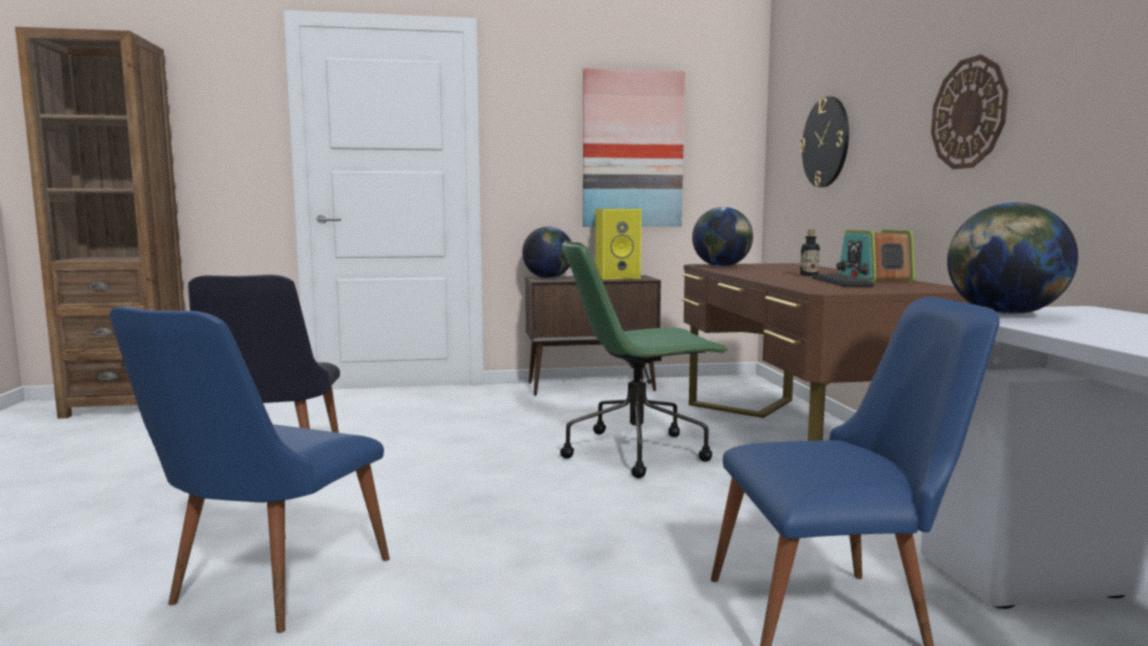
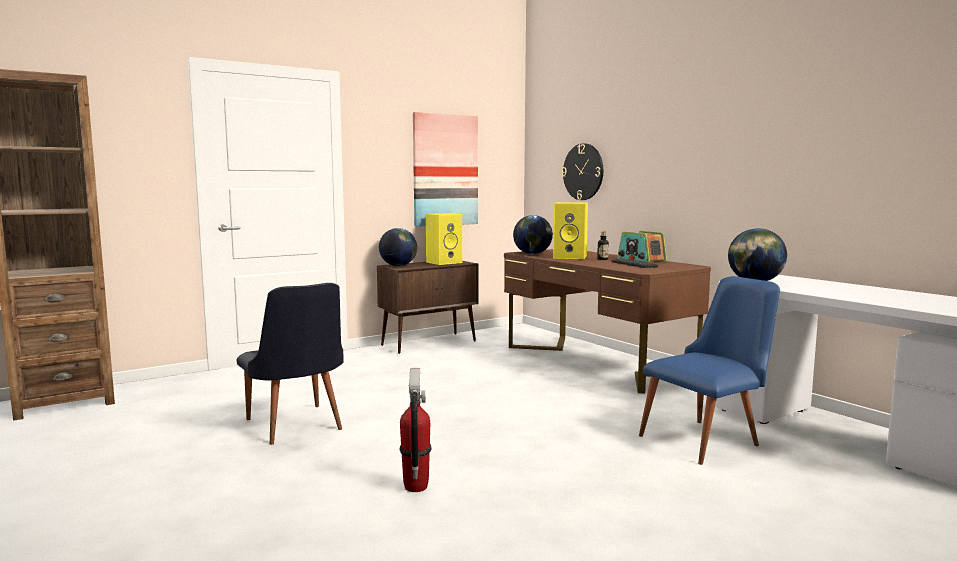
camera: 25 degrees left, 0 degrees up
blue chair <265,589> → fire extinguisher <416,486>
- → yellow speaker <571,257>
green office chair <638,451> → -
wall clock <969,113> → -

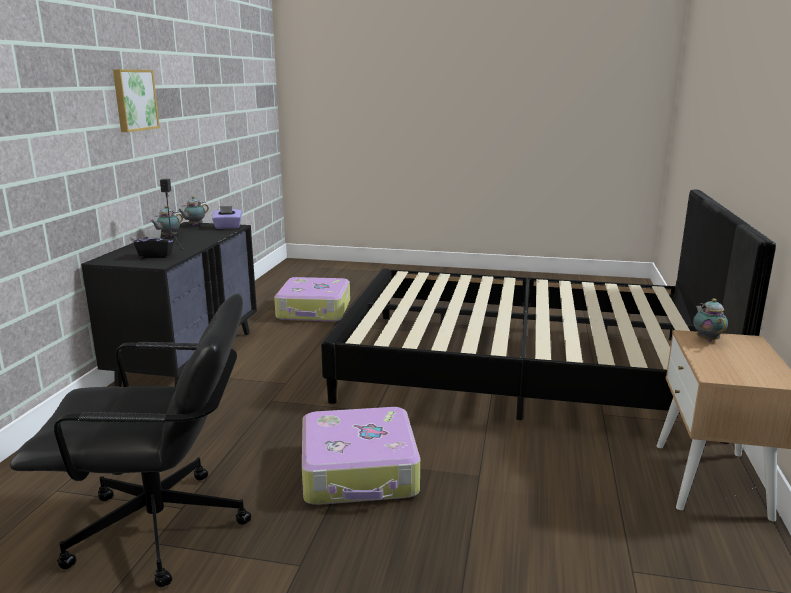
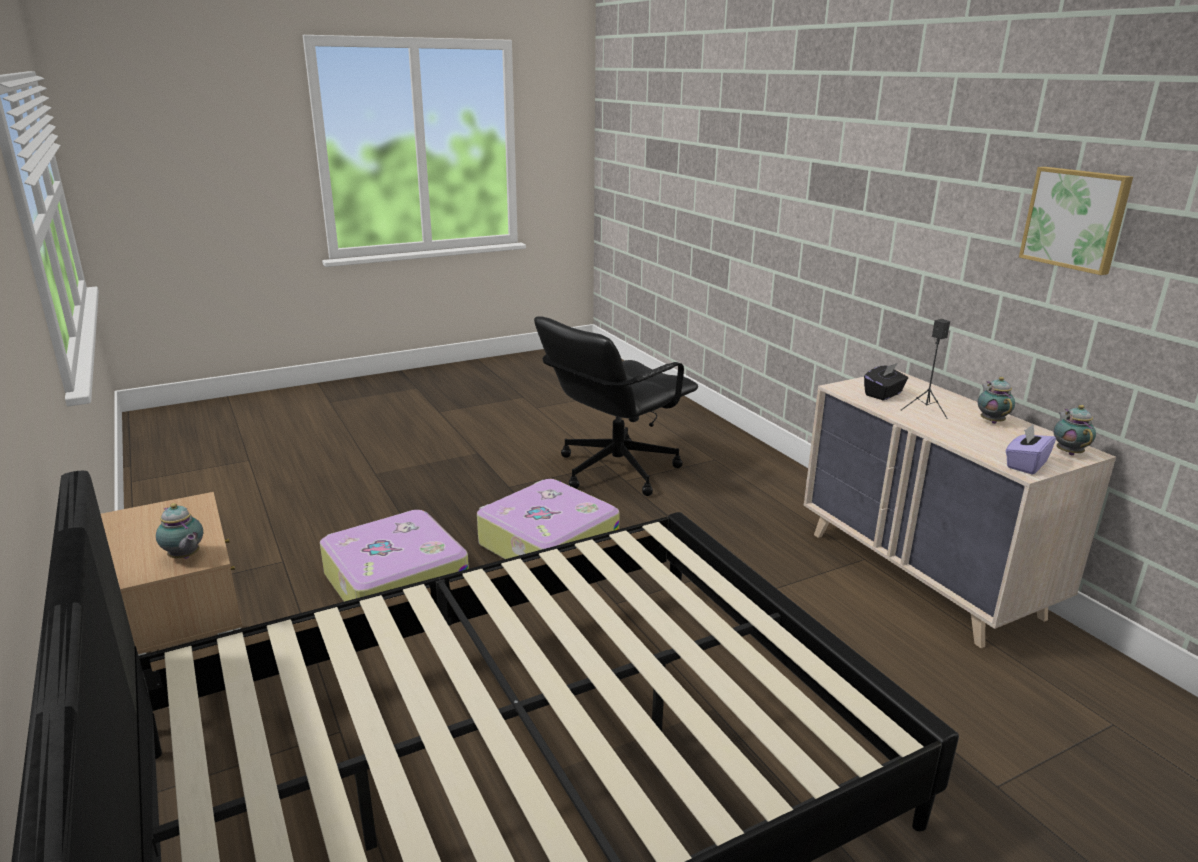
camera: 140 degrees right, 5 degrees up
suitcase <314,310> → suitcase <394,581>, shifted
black dresser <188,358> → beige dresser <923,574>

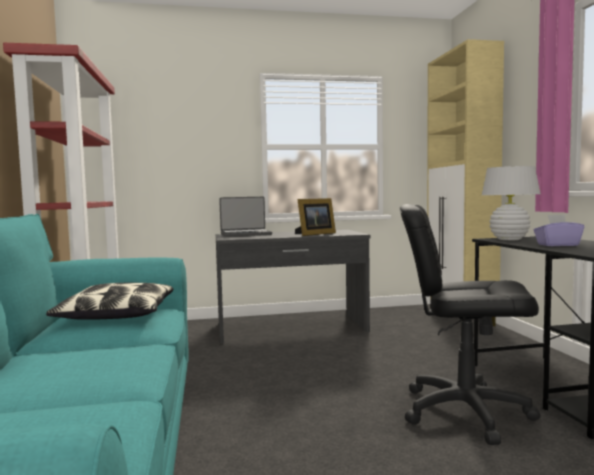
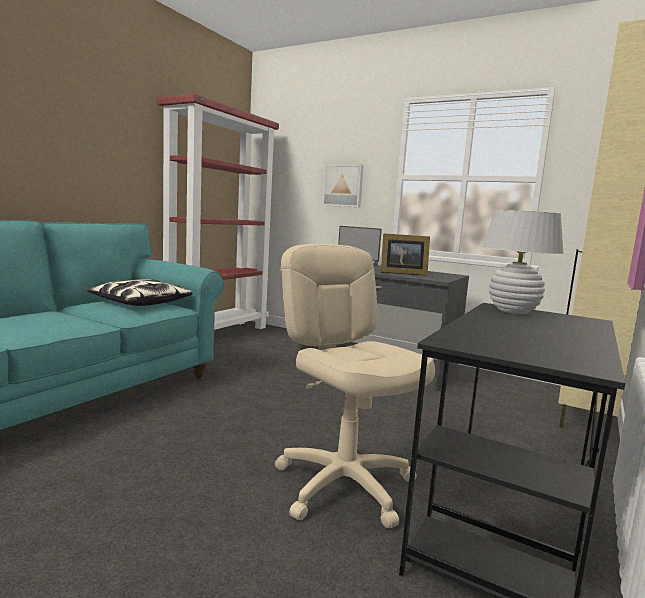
camera: 40 degrees right, 5 degrees up
black office chair <465,411> → beige office chair <344,485>
- → picture <343,186>
purple tissue box <557,245> → -

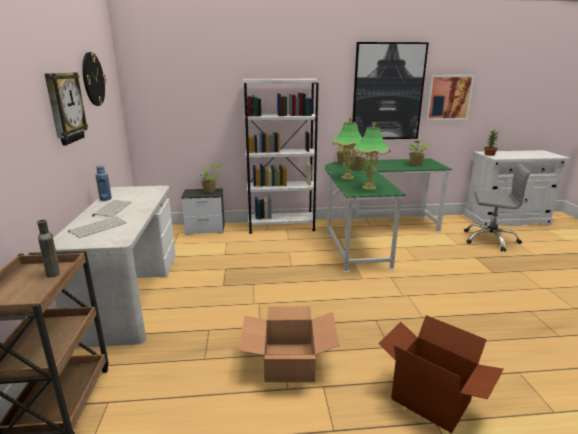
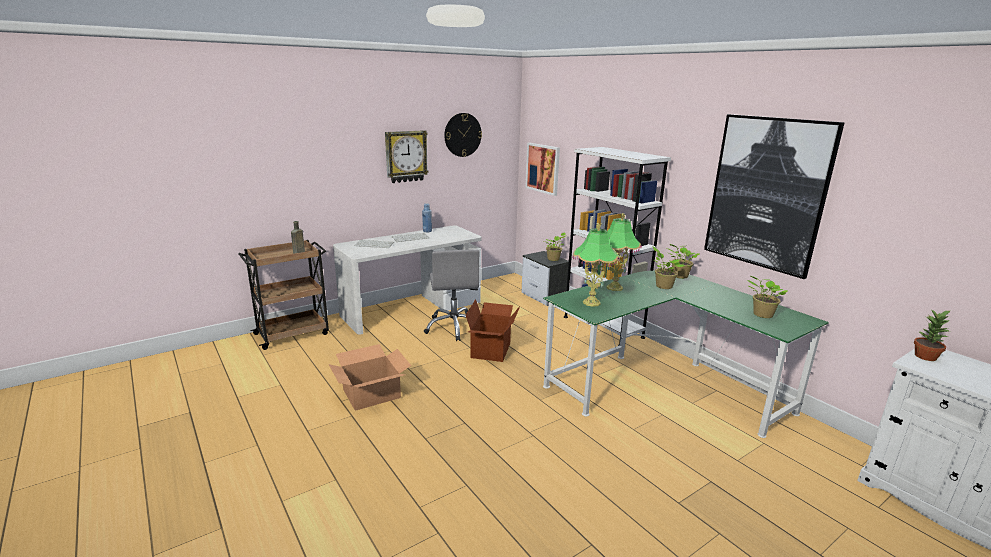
camera: 60 degrees right, 0 degrees up
grey office chair <490,239> → grey office chair <454,327>, shifted
cardboard box <431,399> → cardboard box <491,350>, shifted
picture <448,97> → picture <543,168>, shifted

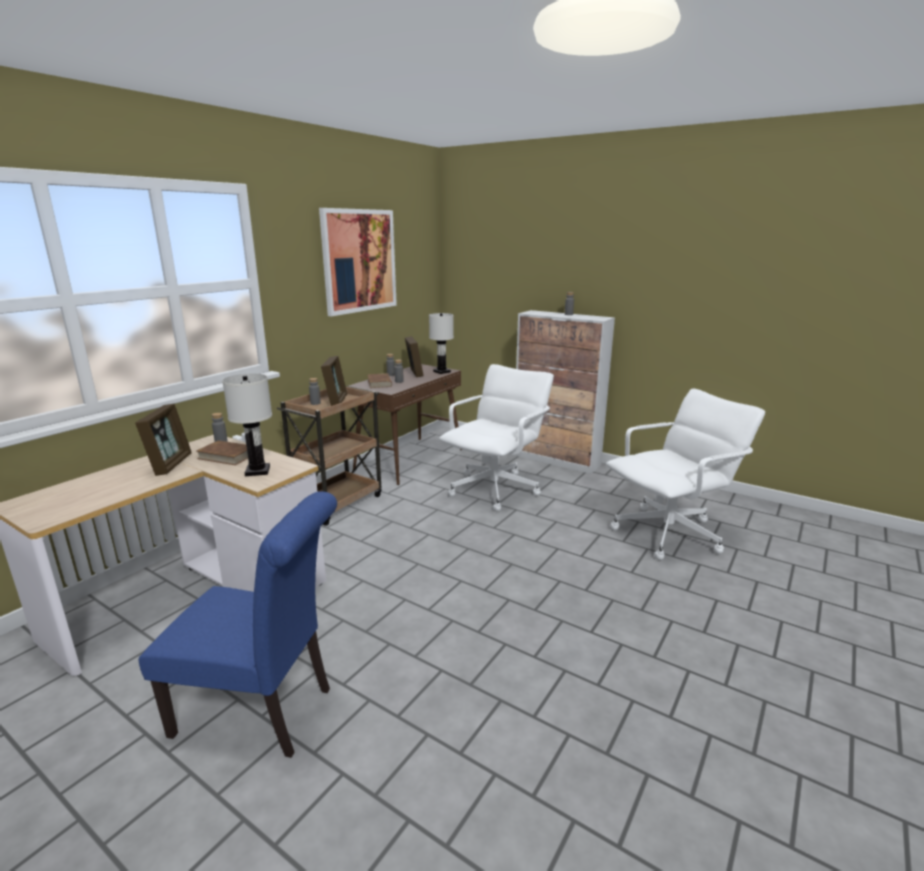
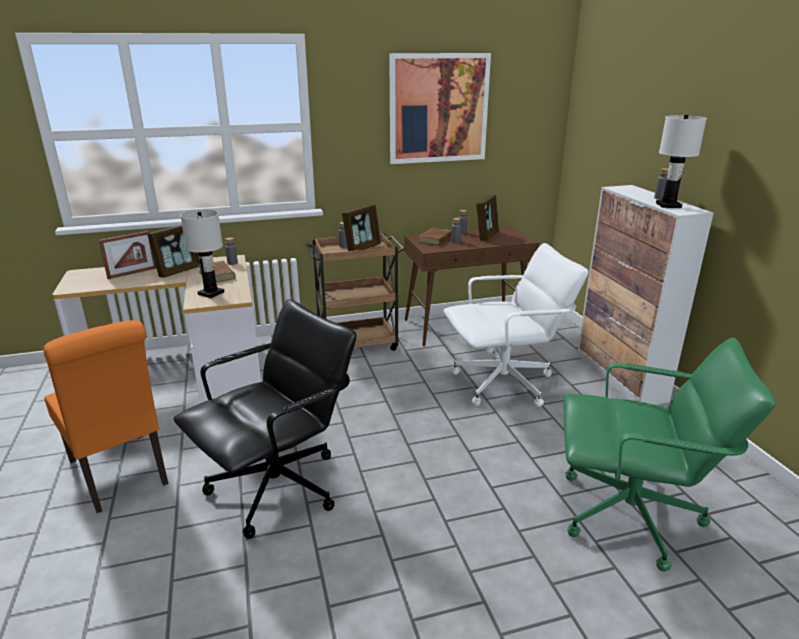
camera: 40 degrees right, 5 degrees up
blue chair <262,712> → orange chair <121,475>
- → picture frame <132,273>
- → black office chair <278,487>
white office chair <669,534> → green office chair <631,516>
white table lamp <441,371> → white table lamp <668,205>, shifted

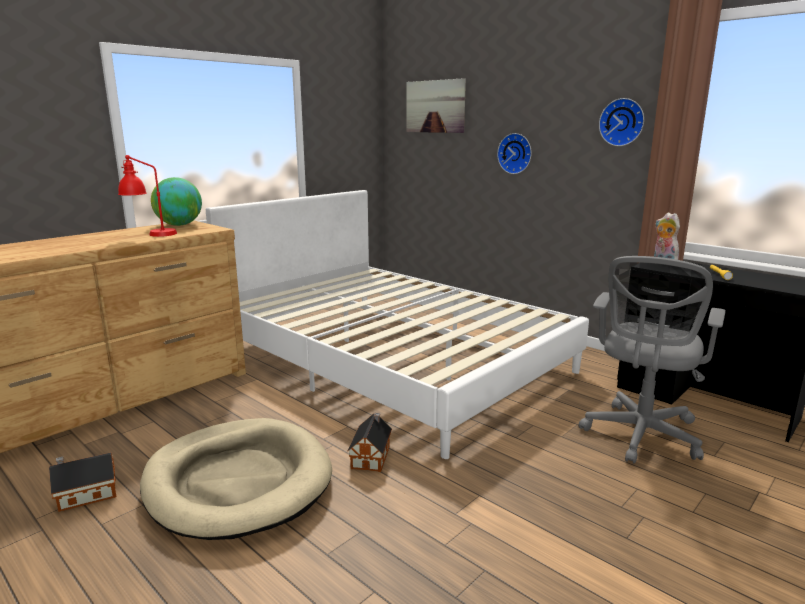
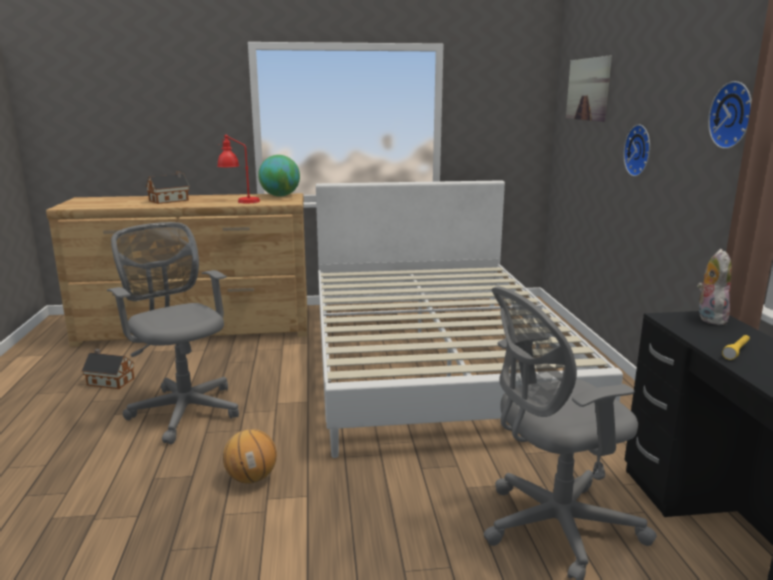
camera: 40 degrees right, 0 degrees up
beige dog bed <238,482> → grey office chair <184,409>
toy house <371,456> → toy house <170,200>, shifted
- → basketball <251,478>

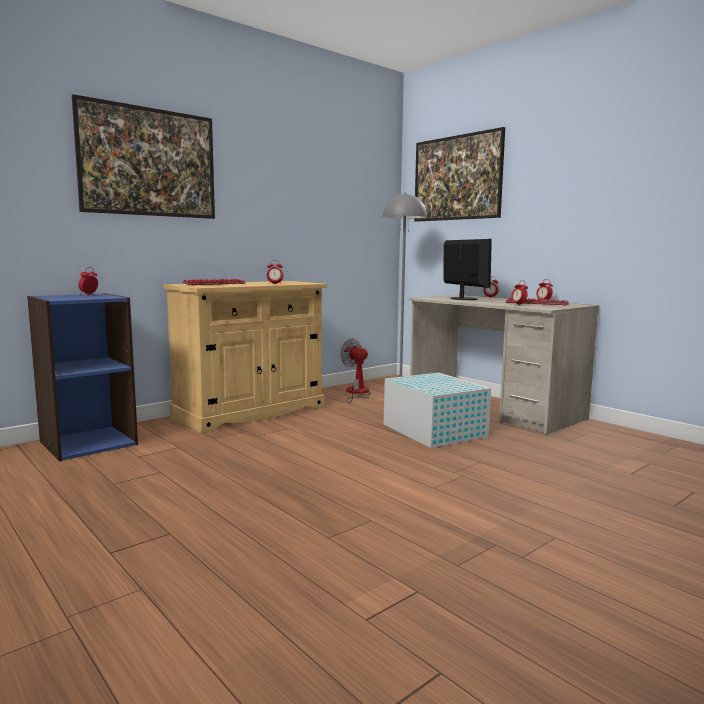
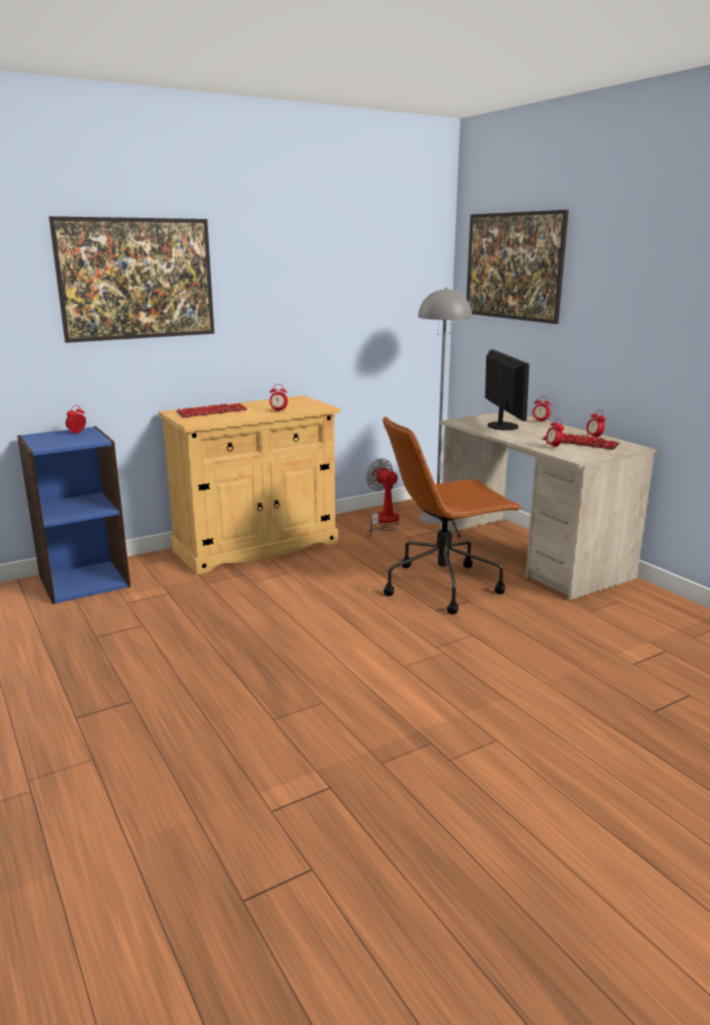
camera: 10 degrees right, 10 degrees up
white storage box <433,430> → brown office chair <443,585>

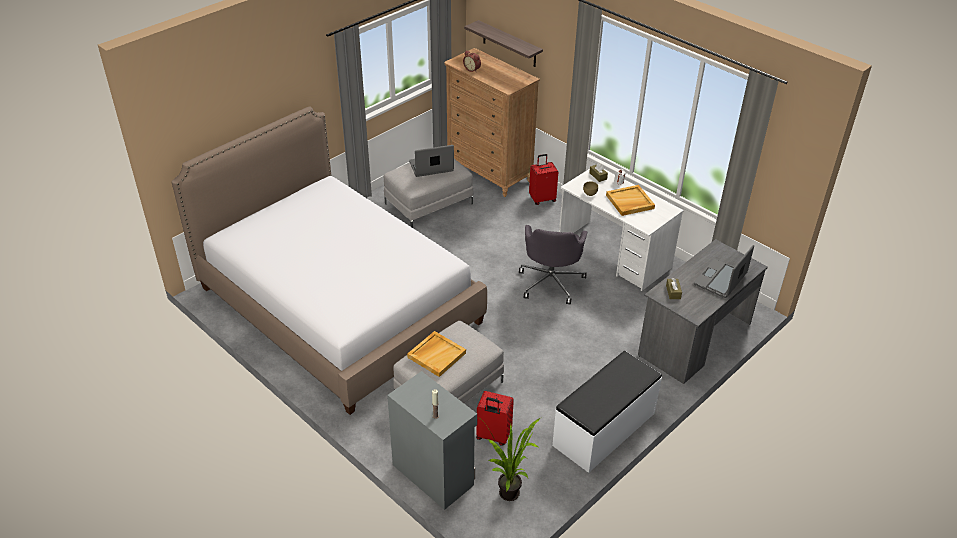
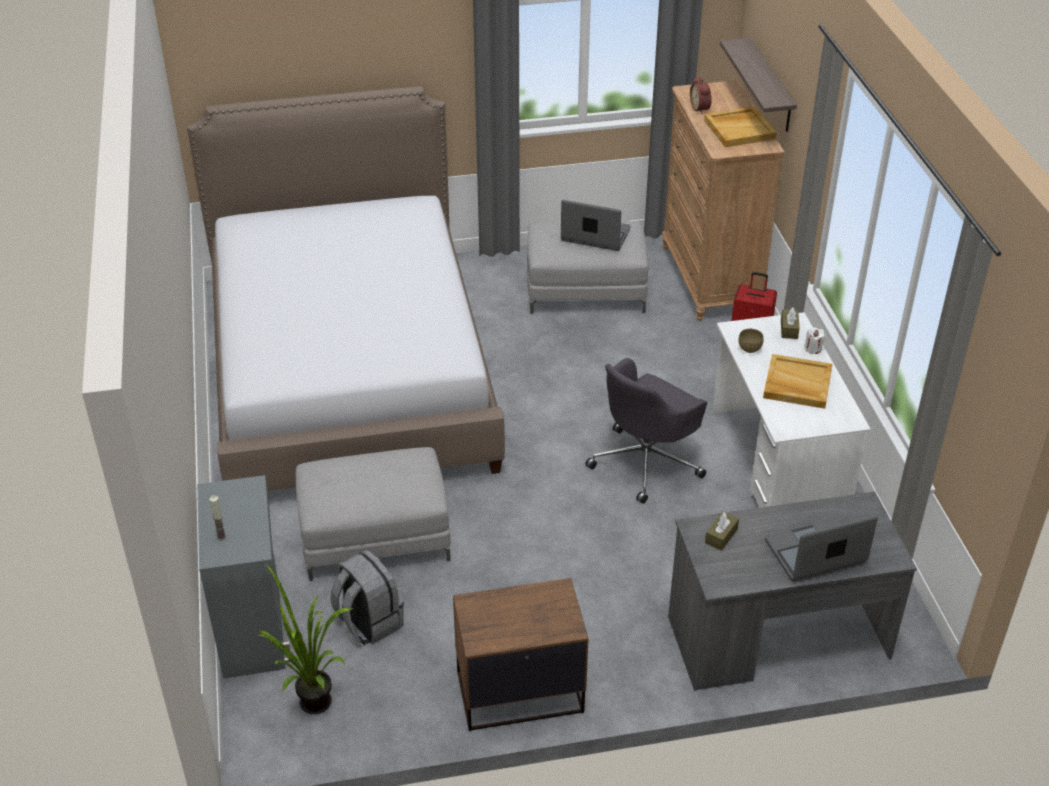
camera: 35 degrees right, 0 degrees up
red suitcase <493,436> → grey backpack <368,622>
white bench <605,429> → brown nightstand <518,691>
beige tray <436,355> → beige tray <739,129>, shifted

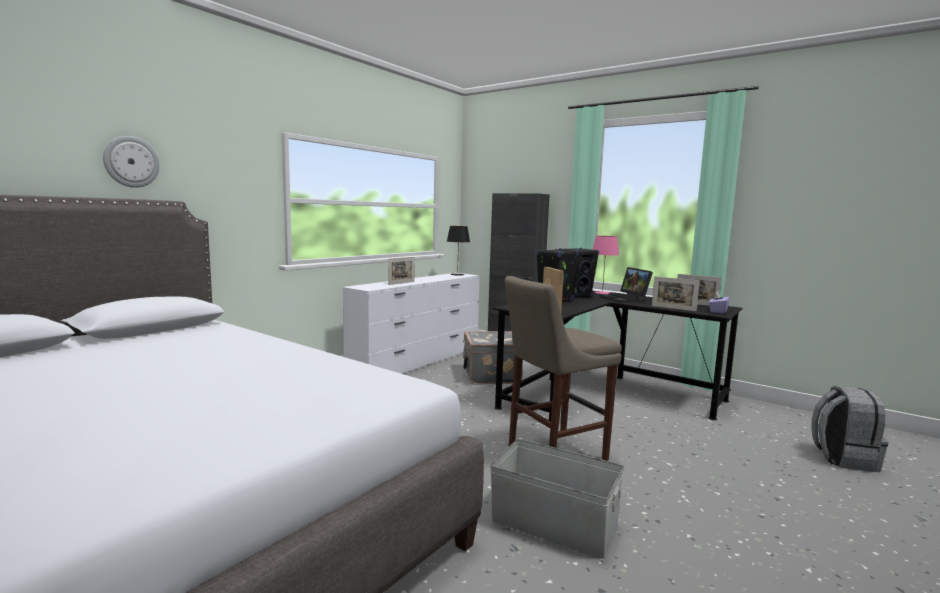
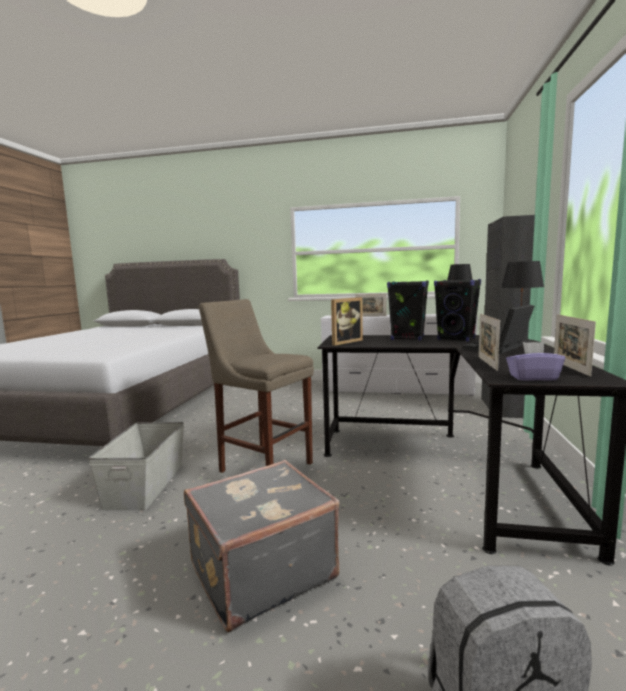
camera: 65 degrees right, 0 degrees up
grey suitcase <490,375> → grey suitcase <260,570>, shifted
pink table lamp <602,292> → black table lamp <519,341>
wall clock <131,162> → -

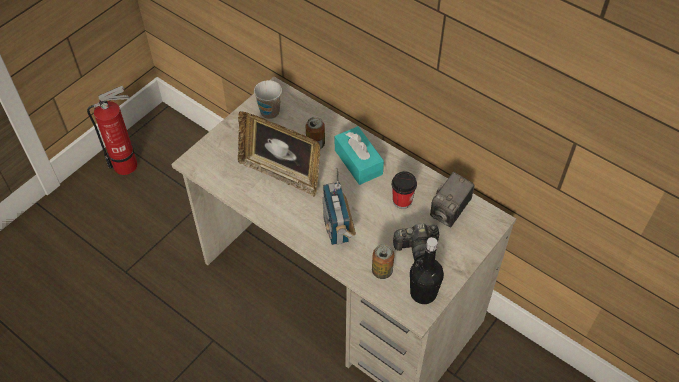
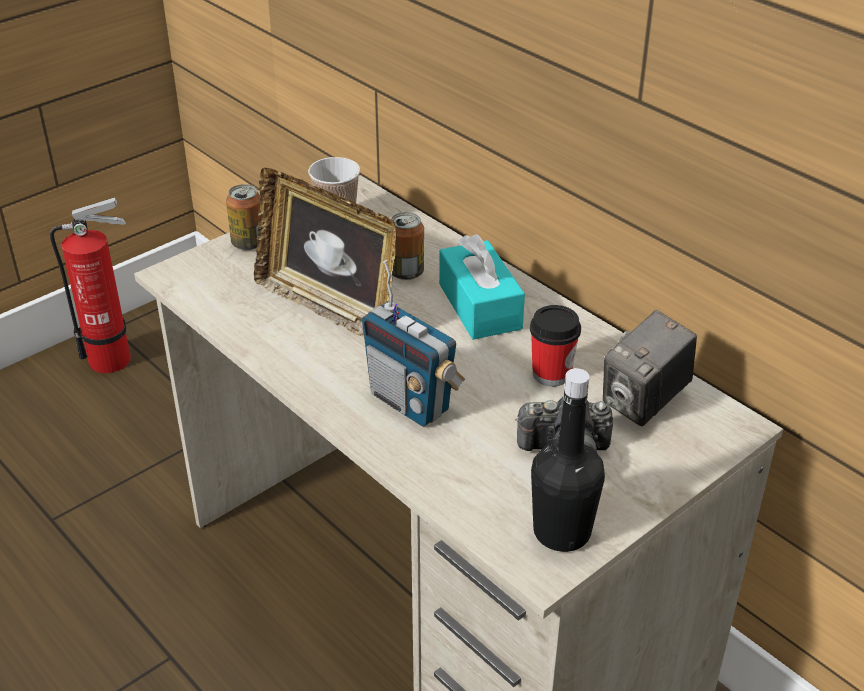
camera: 10 degrees right, 15 degrees down
can <382,271> → can <248,243>, shifted
radio <337,229> → radio <410,402>, 45 degrees counterclockwise

